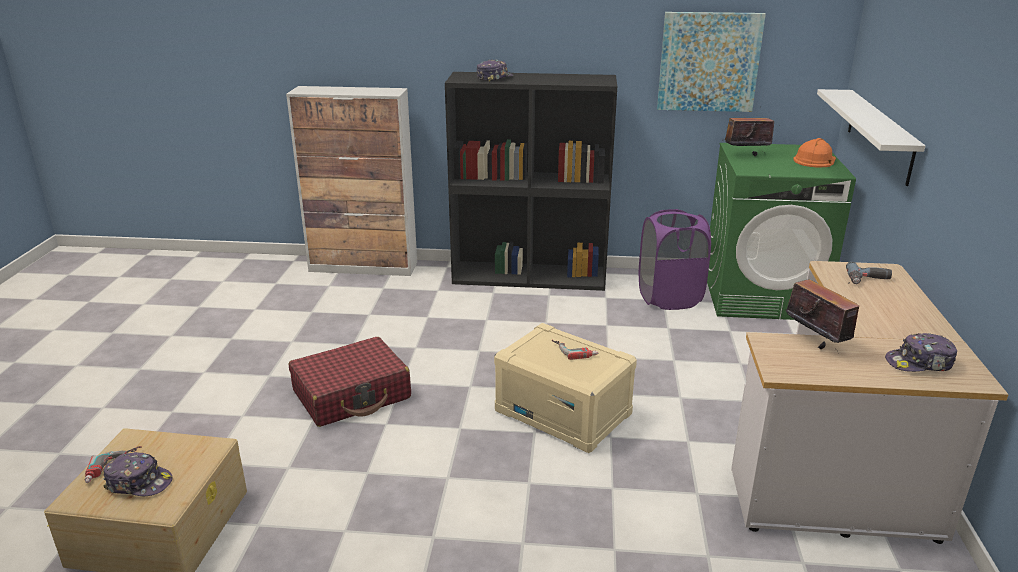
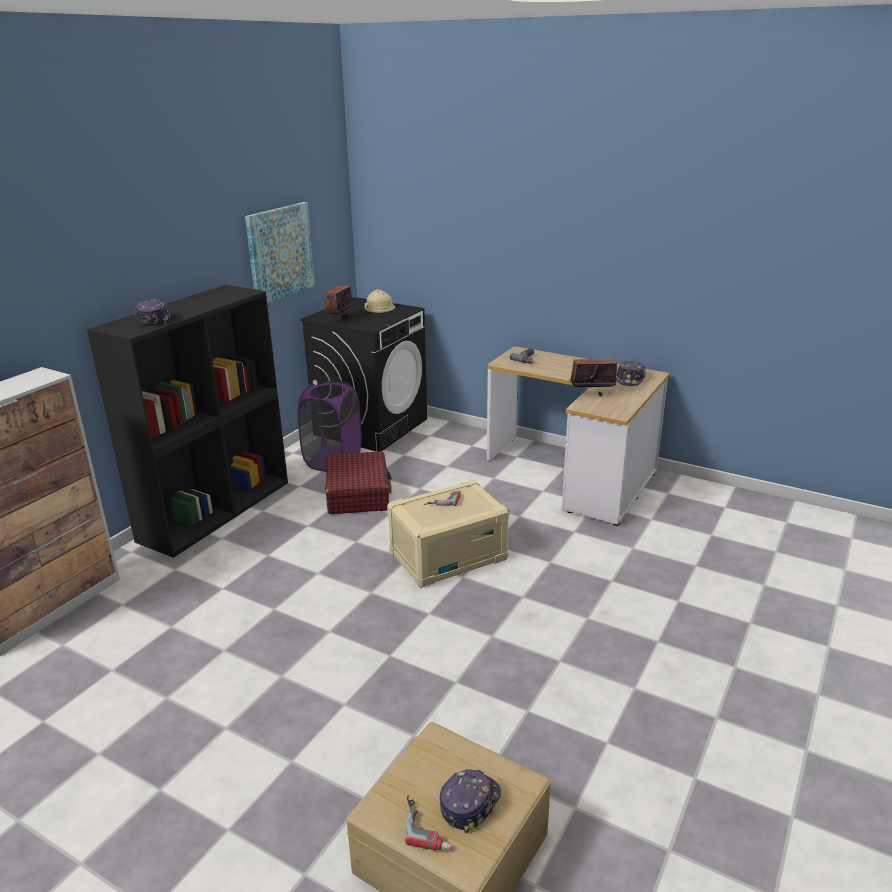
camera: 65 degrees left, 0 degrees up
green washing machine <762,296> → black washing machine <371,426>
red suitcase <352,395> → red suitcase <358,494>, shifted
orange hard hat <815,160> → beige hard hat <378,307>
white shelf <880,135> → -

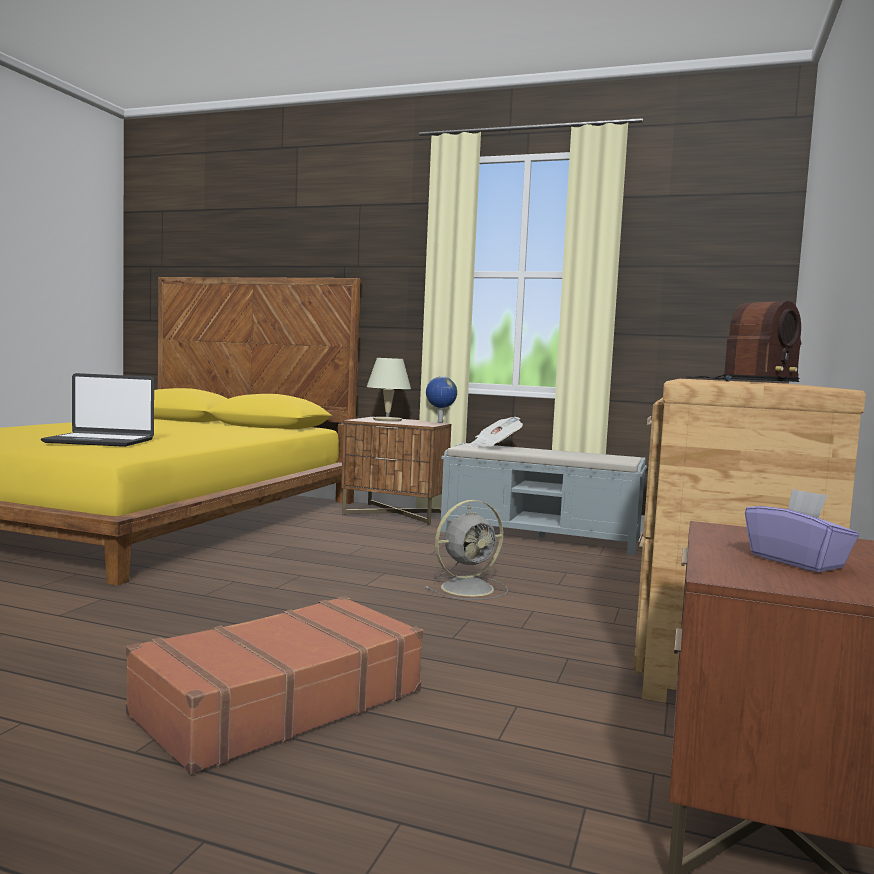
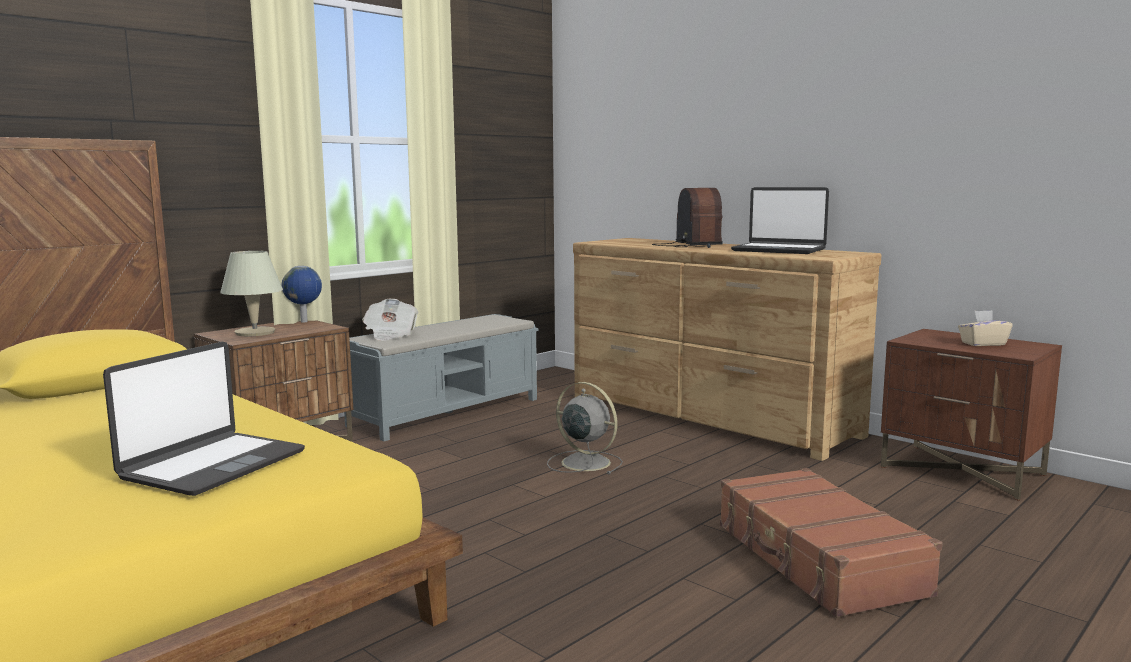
camera: 65 degrees left, 5 degrees up
grey fan <469,588> → grey fan <584,462>, 45 degrees counterclockwise
- → laptop <779,250>
purple tissue box <797,561> → beige tissue box <983,344>

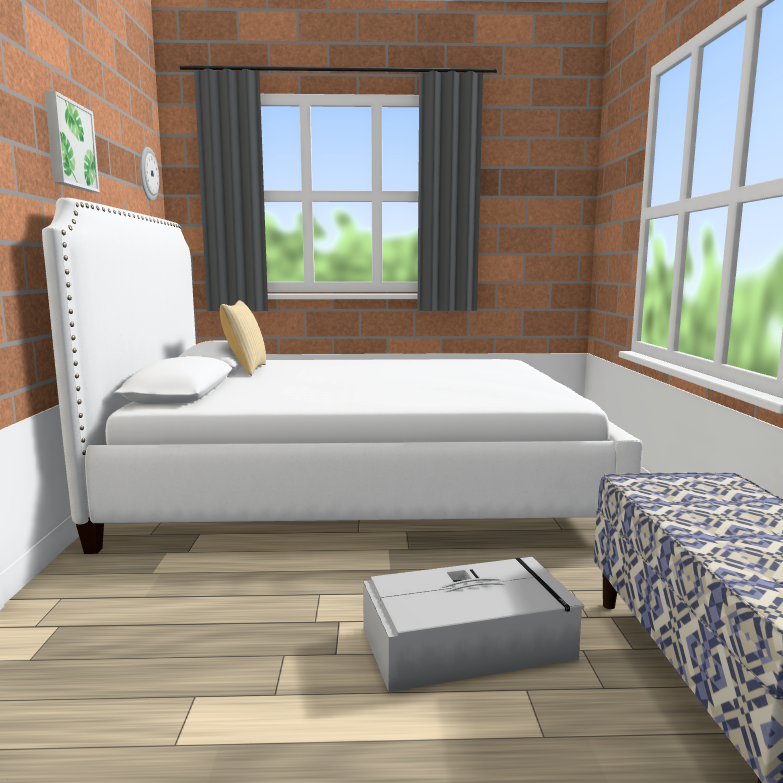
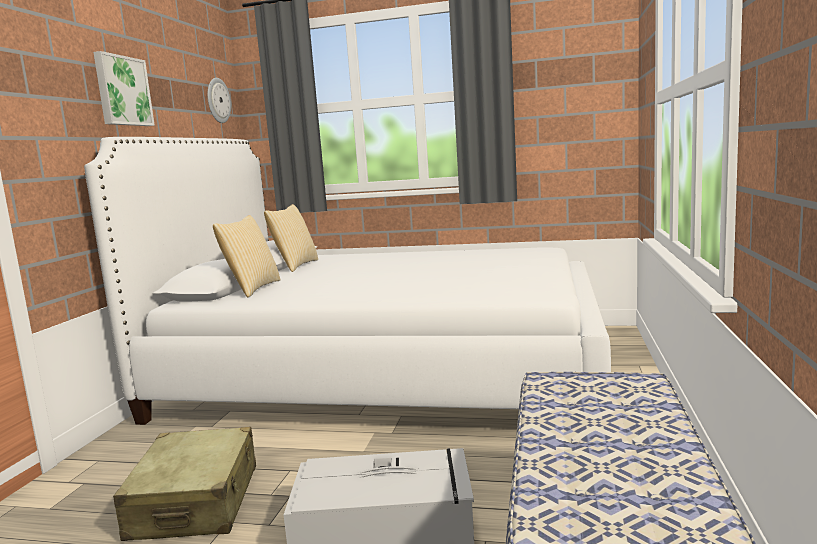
camera: 15 degrees right, 0 degrees up
- → beige suitcase <196,502>
- → pillow <252,289>

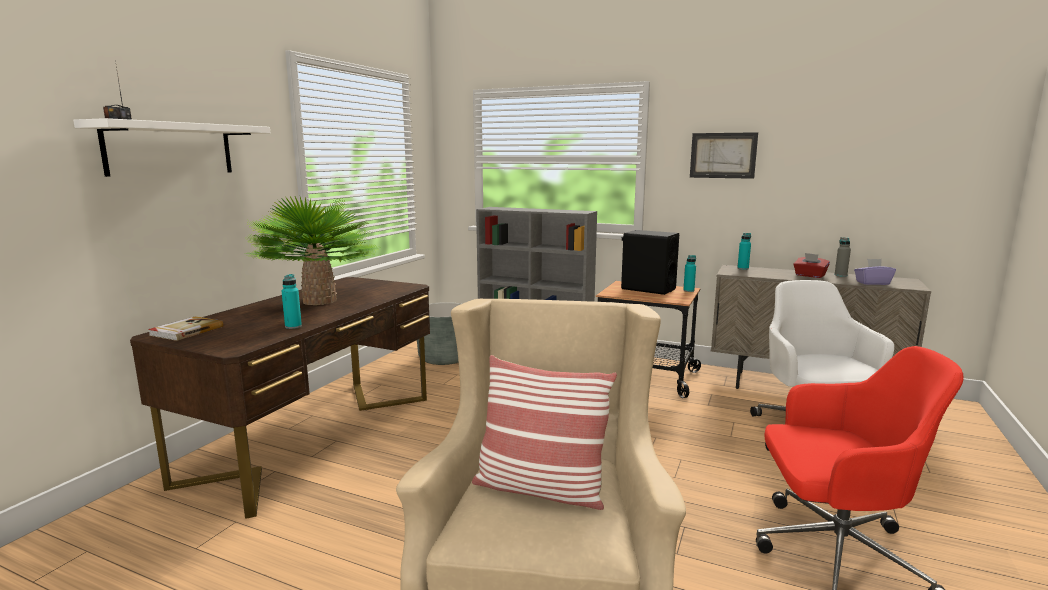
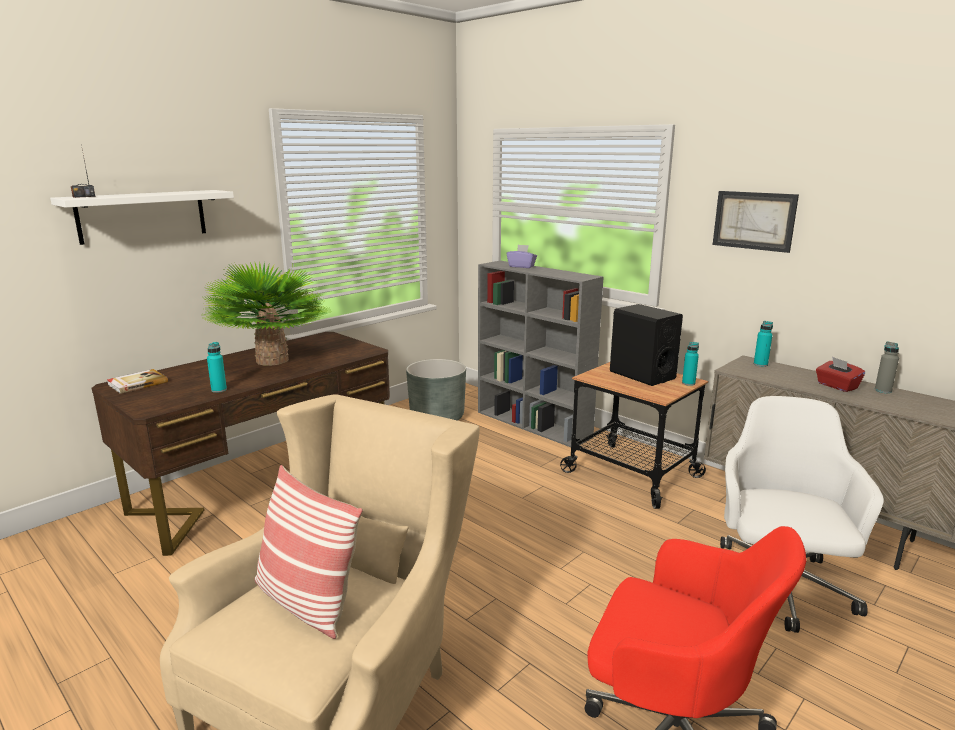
camera: 20 degrees right, 5 degrees up
purple tissue box <872,283> → purple tissue box <521,266>, shifted

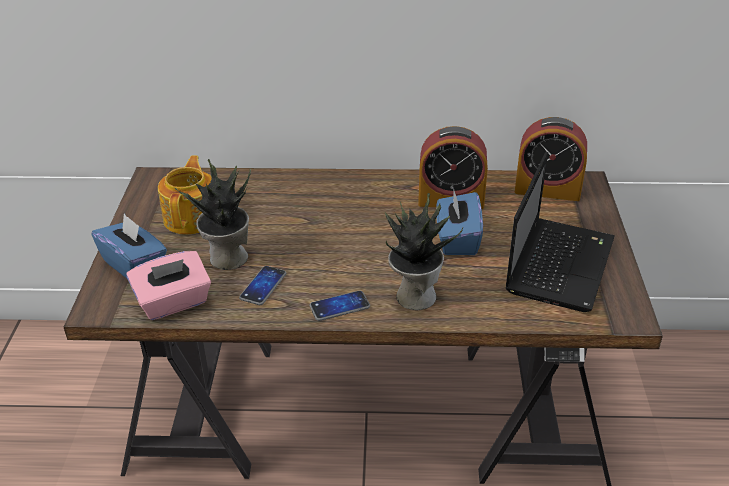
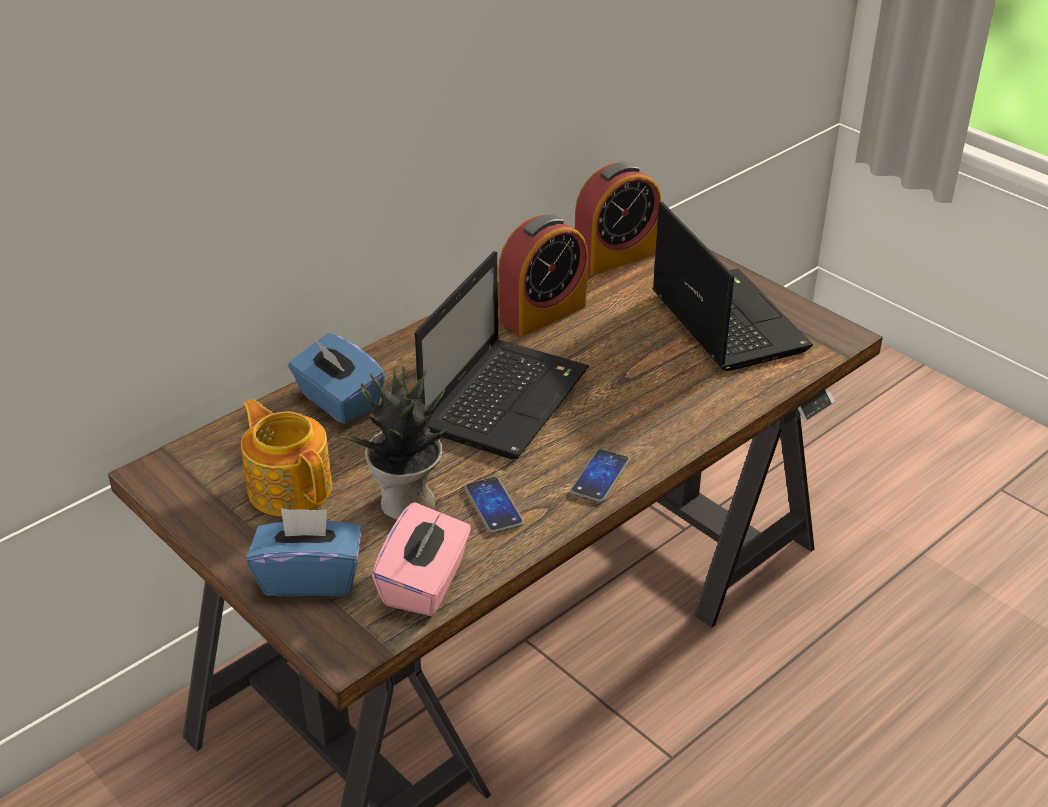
camera: 45 degrees left, 0 degrees up
blue tissue box <457,239> → blue tissue box <338,401>, shifted
- → laptop <506,398>
potted plant <414,296> → -

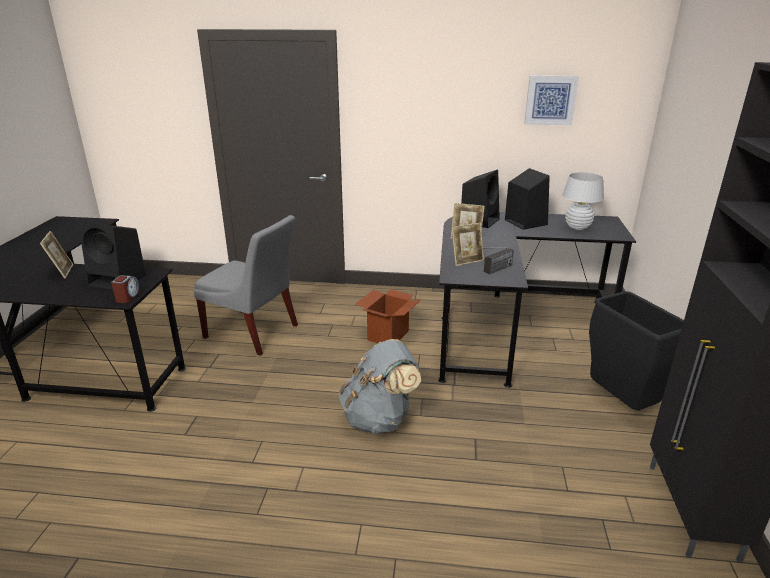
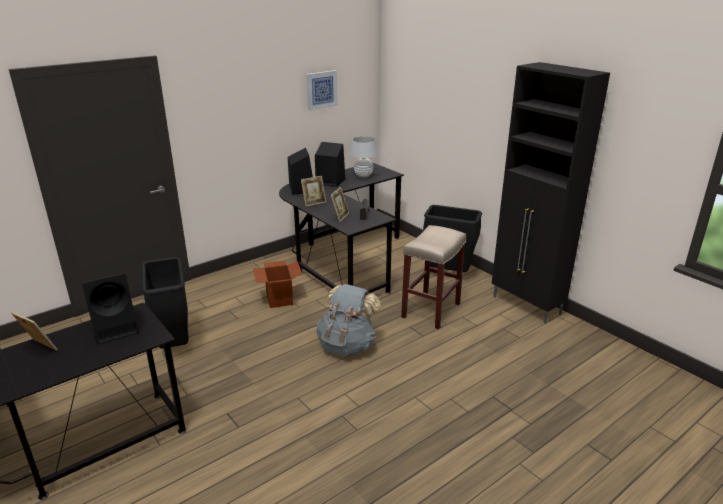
camera: 45 degrees left, 0 degrees up
grey chair <254,333> → black trash can <175,344>
- → beige stool <431,311>
alarm clock <128,297> → -

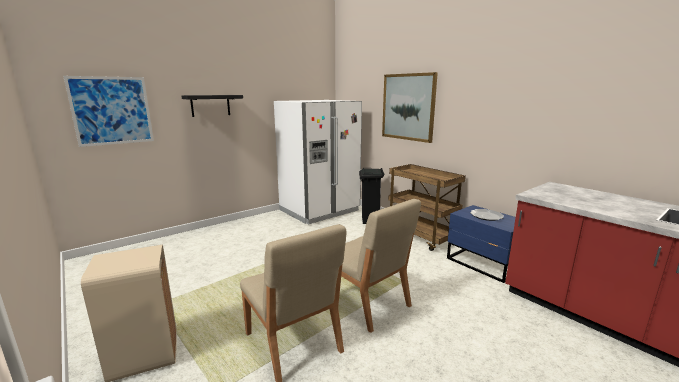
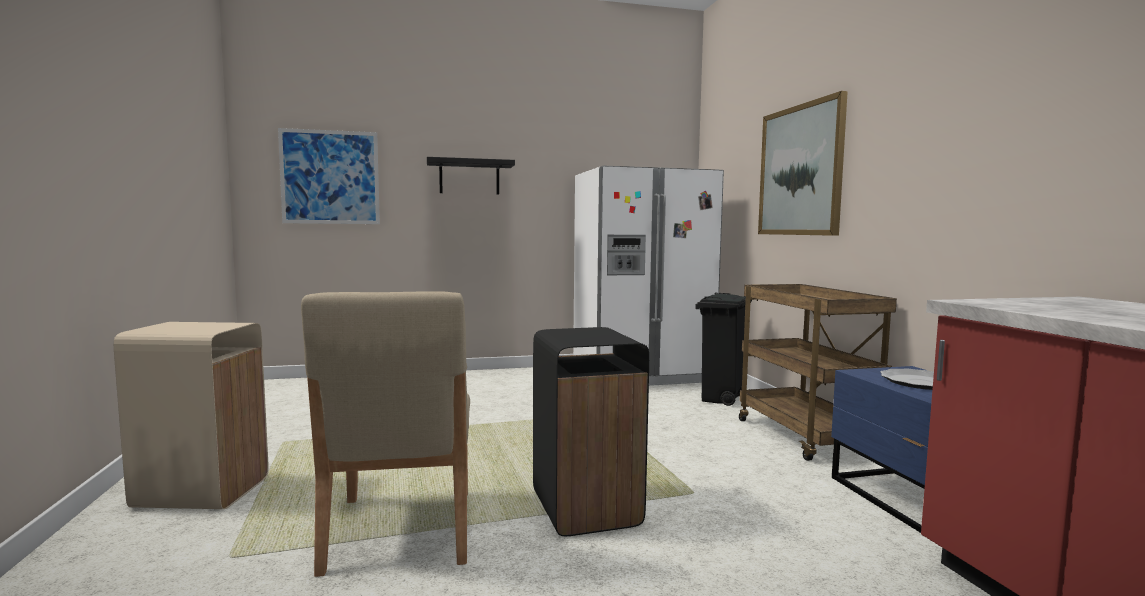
camera: 25 degrees right, 10 degrees down
beige chair <367,303> → black trash can <585,509>

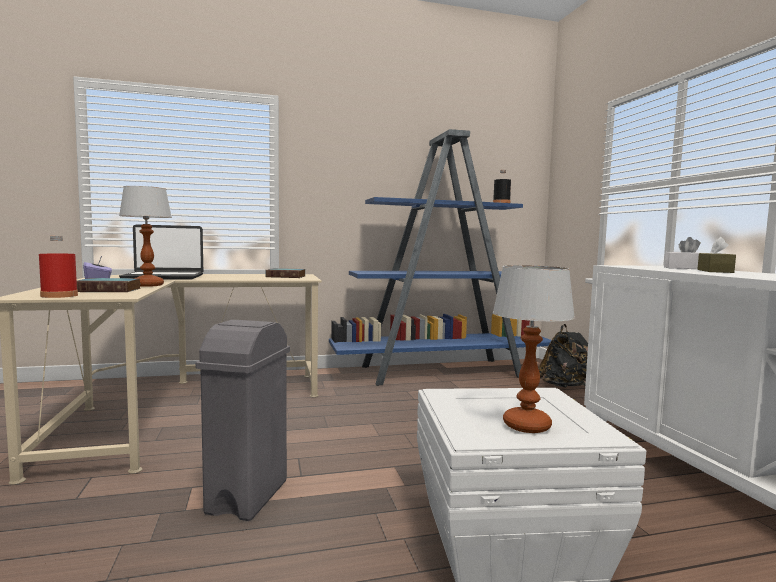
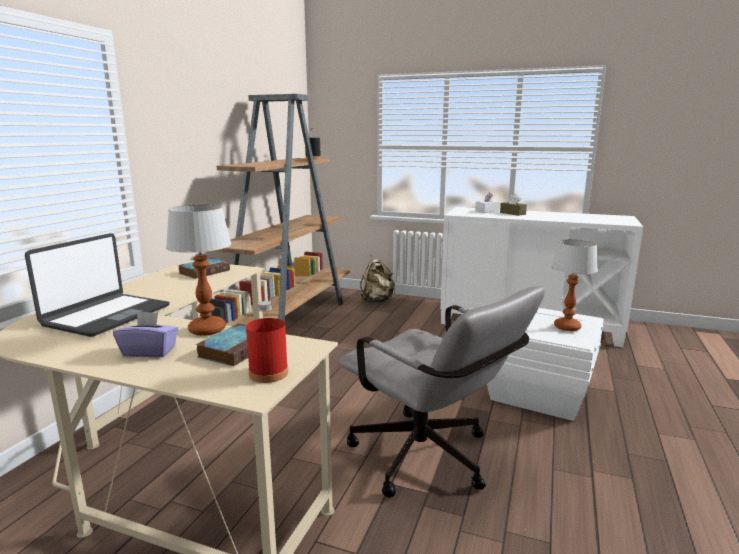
camera: 55 degrees left, 10 degrees up
blue bookcase <443,371> → brown bookcase <289,320>
grey trash can <246,497> → grey office chair <430,461>
black backpack <565,386> → beige backpack <376,301>

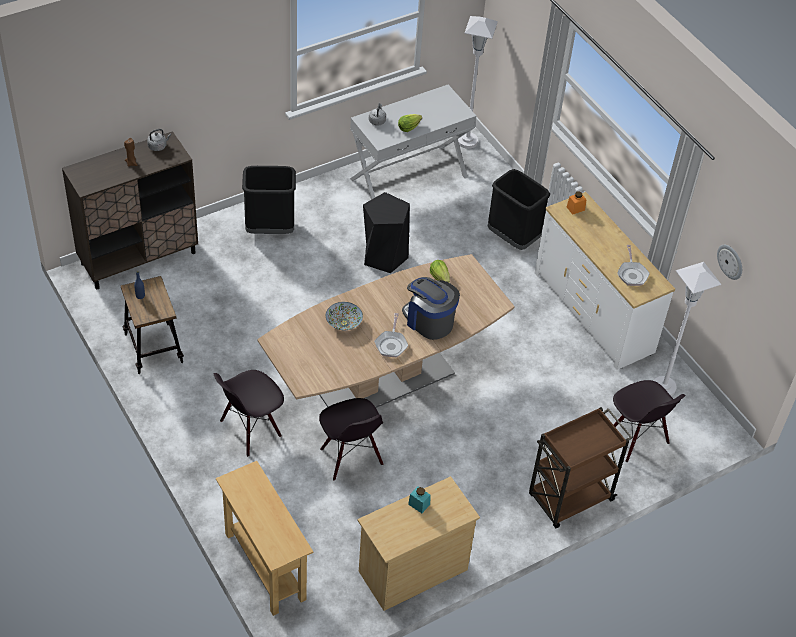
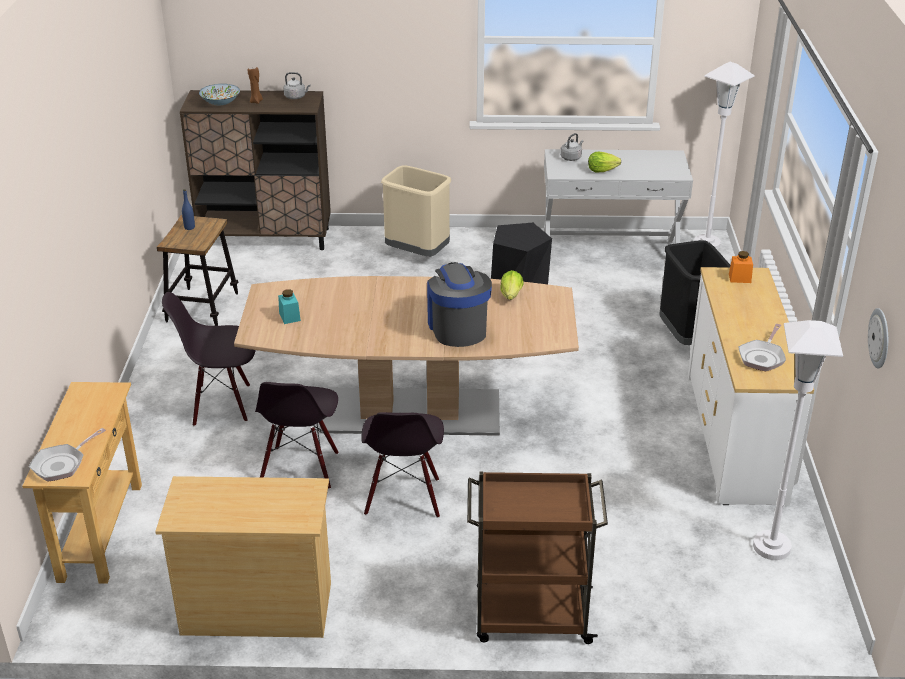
camera: 35 degrees right, 15 degrees down
frying pan <391,344> → frying pan <62,464>, shifted
bowl <344,323> → bowl <221,103>, shifted
turquoise jar <419,504> → turquoise jar <289,317>, shifted
black chair <636,439> → black chair <403,497>, shifted
black trash can <270,229> → beige trash can <418,253>

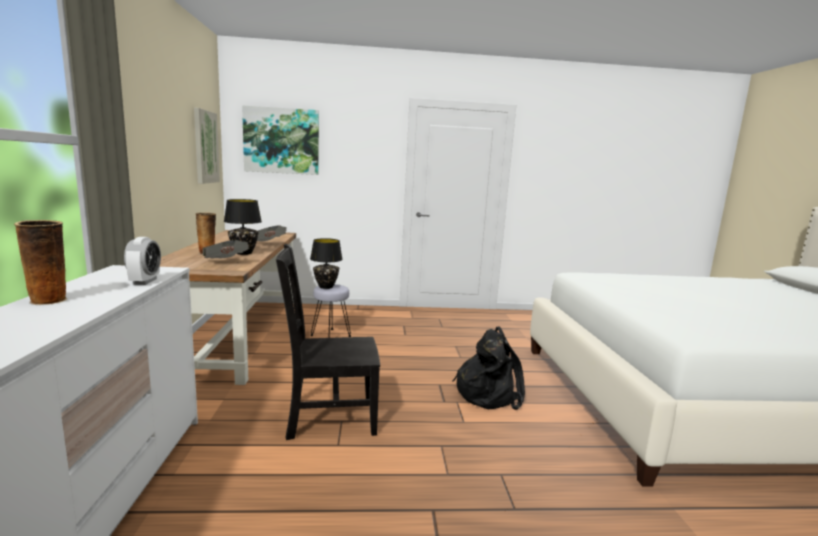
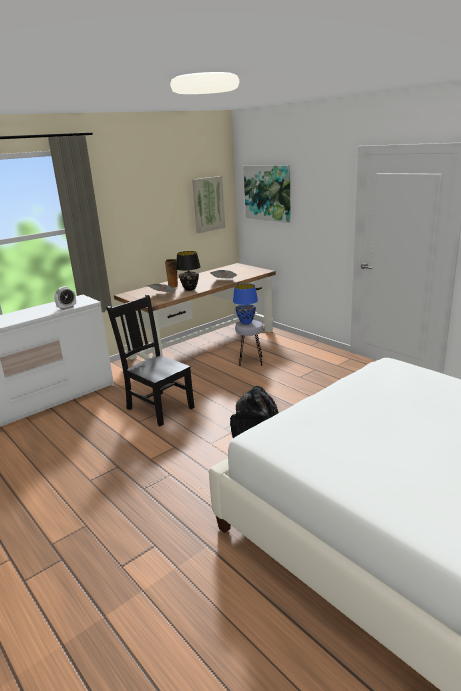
camera: 55 degrees right, 10 degrees up
black table lamp <326,287> → blue table lamp <246,322>
vase <50,300> → -

